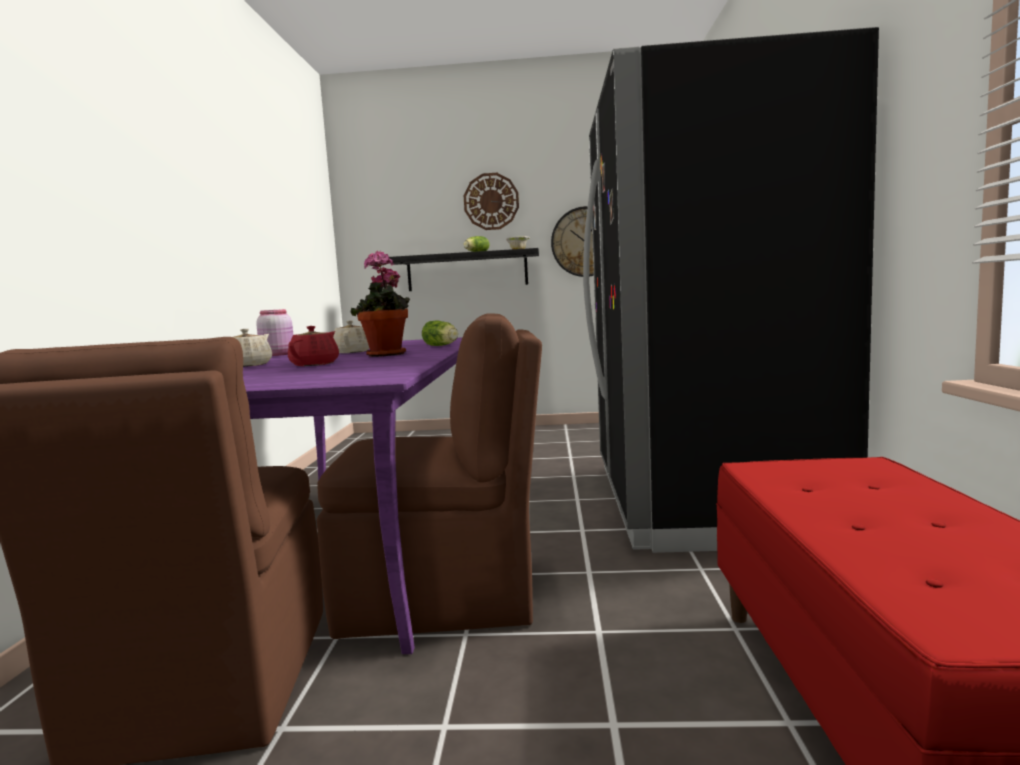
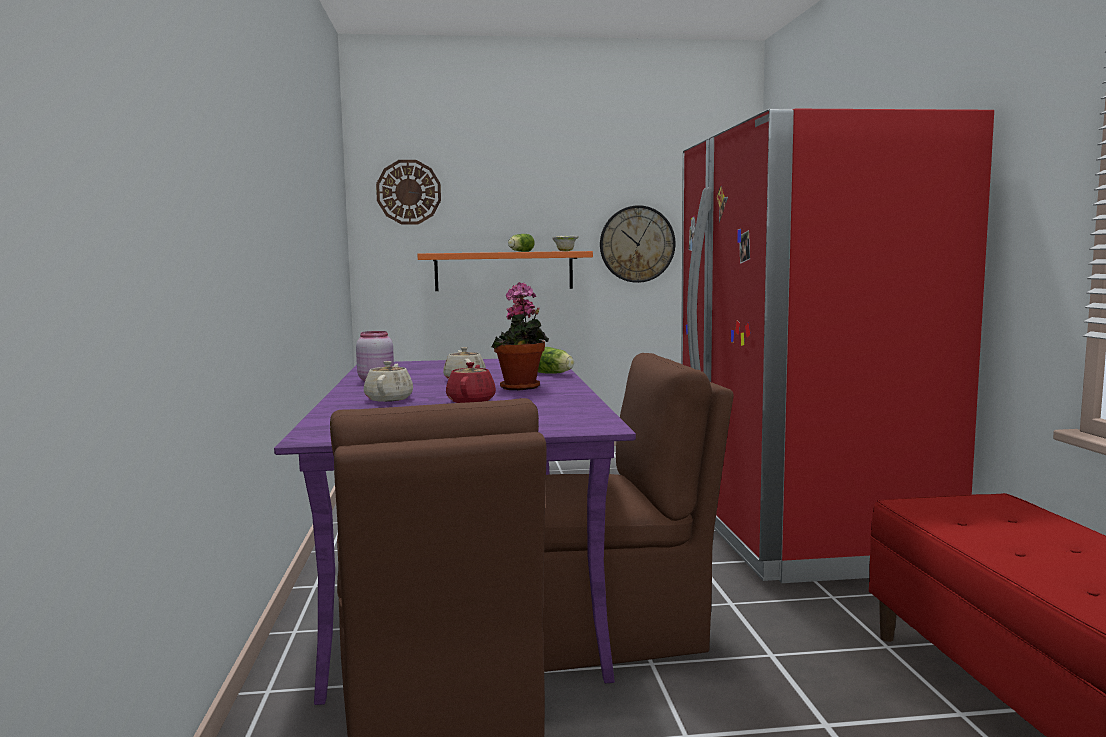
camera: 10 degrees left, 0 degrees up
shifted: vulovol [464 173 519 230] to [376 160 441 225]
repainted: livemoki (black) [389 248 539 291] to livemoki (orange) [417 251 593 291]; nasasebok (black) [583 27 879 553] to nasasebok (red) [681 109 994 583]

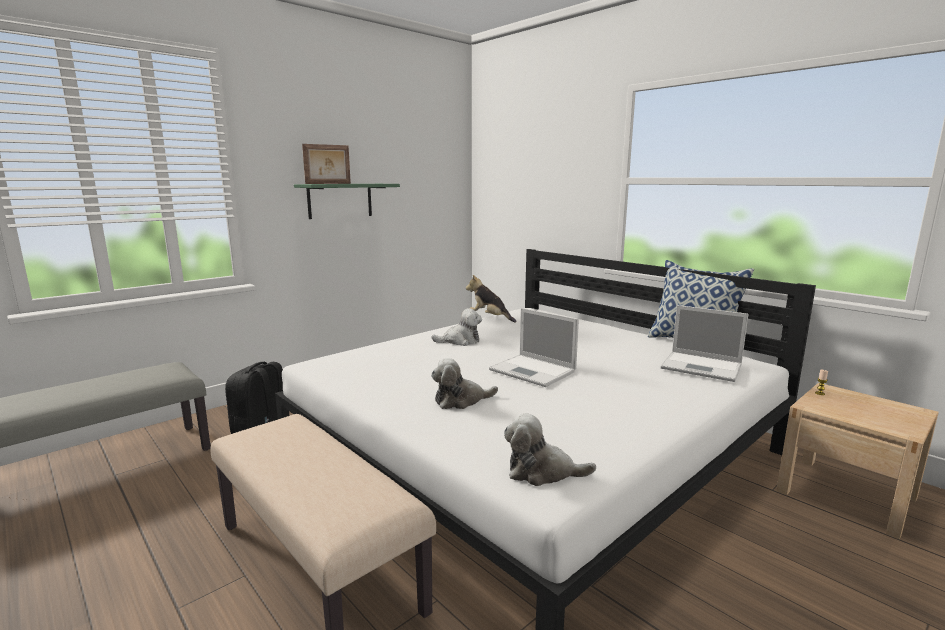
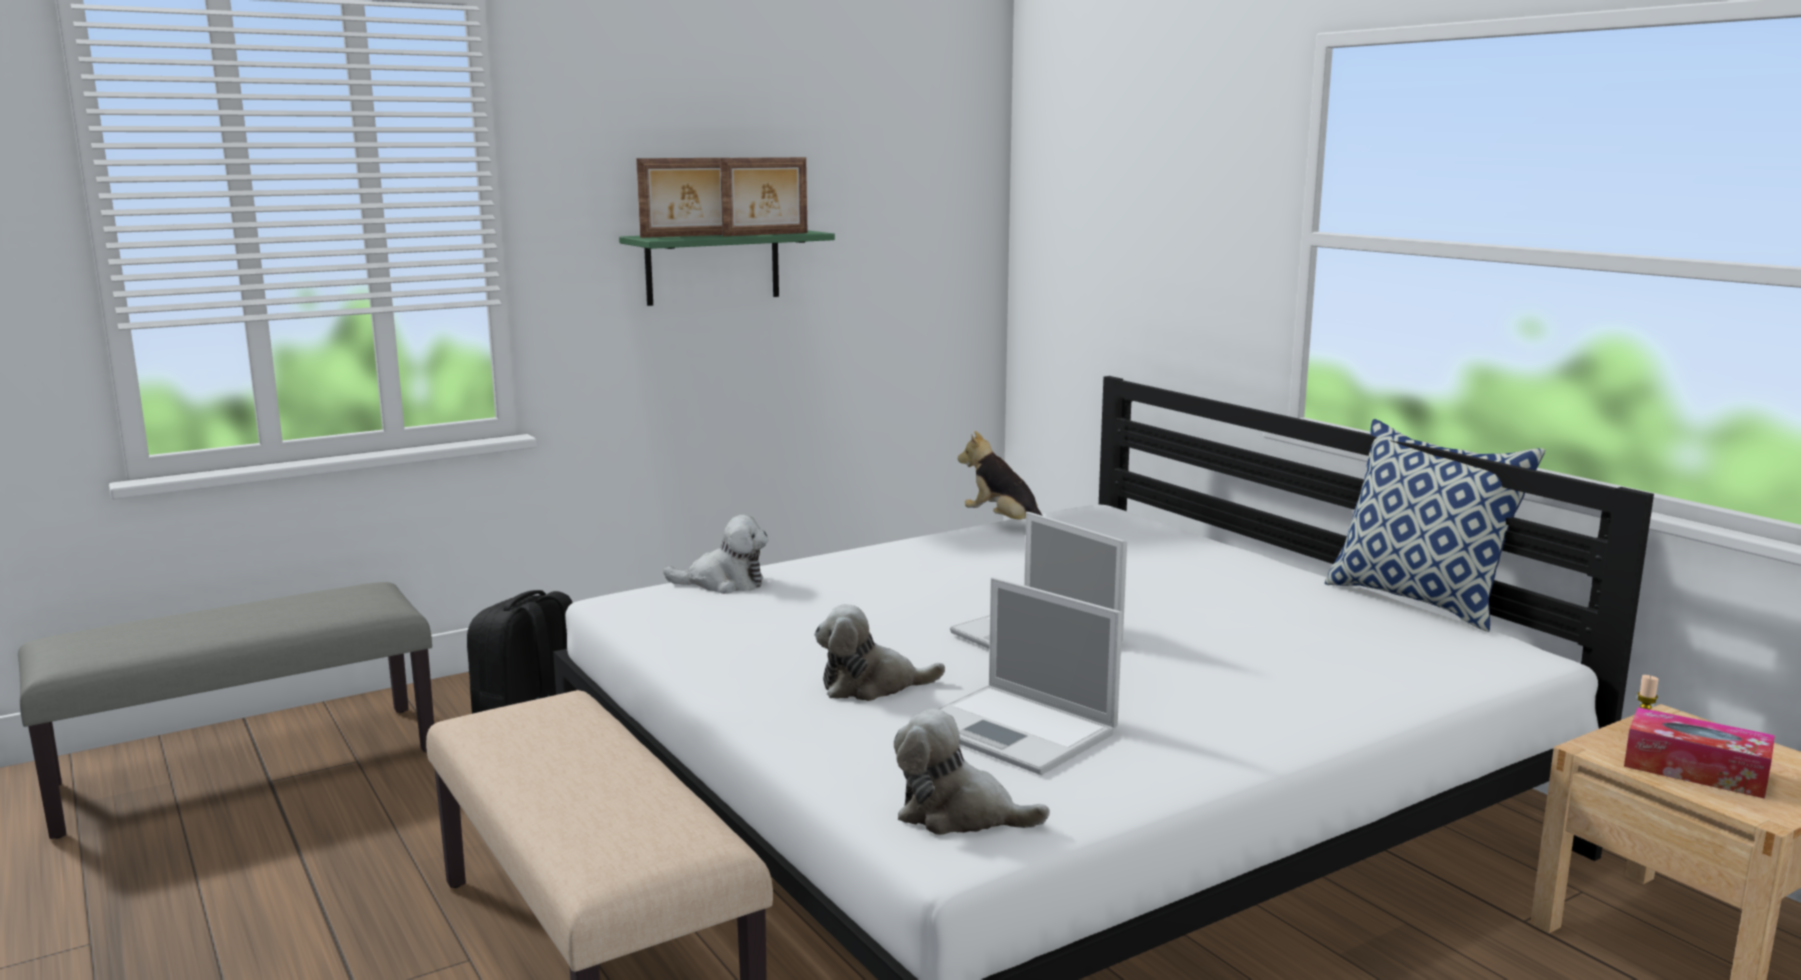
camera: 10 degrees right, 0 degrees up
new: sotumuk [720 157 808 236]; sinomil [1624 707 1775 799]
shifted: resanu [432 308 482 346] to [663 515 768 594]; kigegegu [661 305 749 382] to [938 577 1123 775]

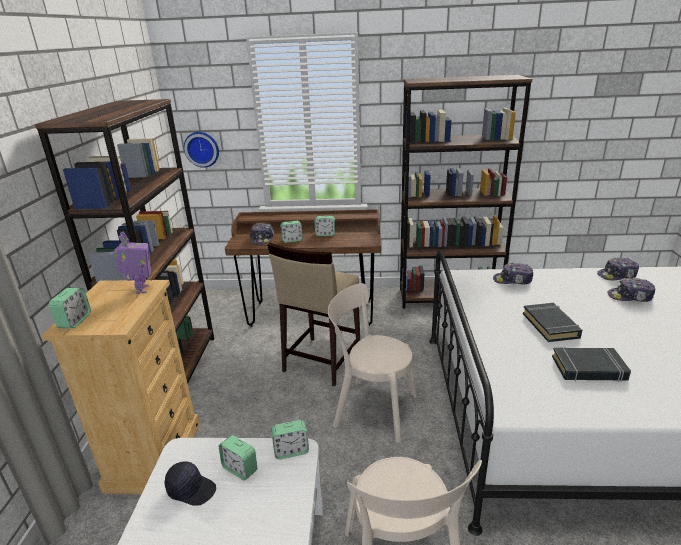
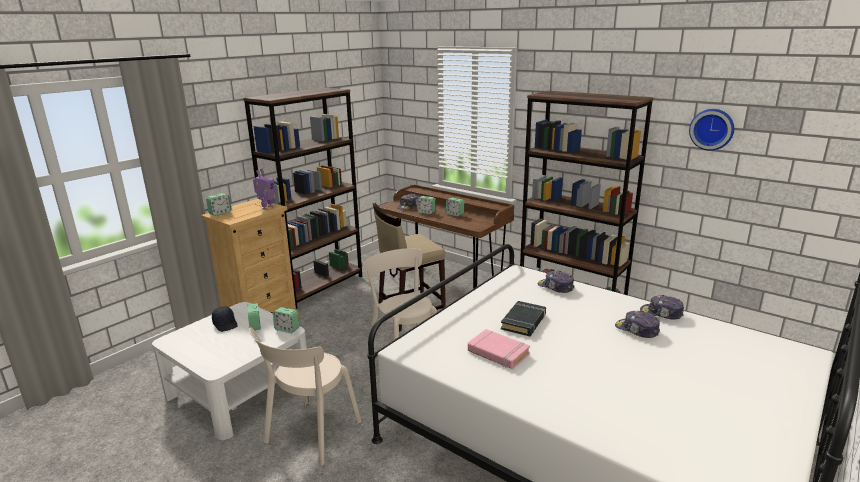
camera: 35 degrees right, 5 degrees down
shifted: vulovol [184 132 219 168] to [689 109 734 151]
repainted: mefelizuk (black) [552 348 631 382] to mefelizuk (pink) [468 329 530 369]

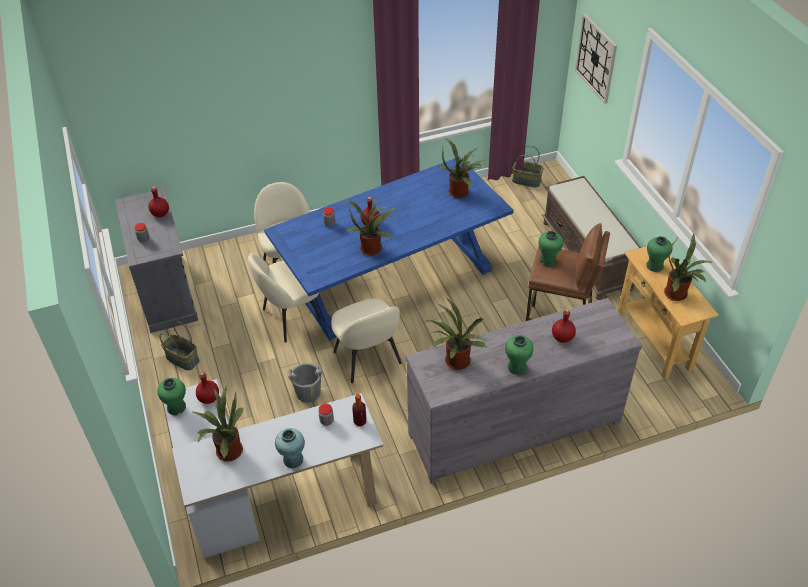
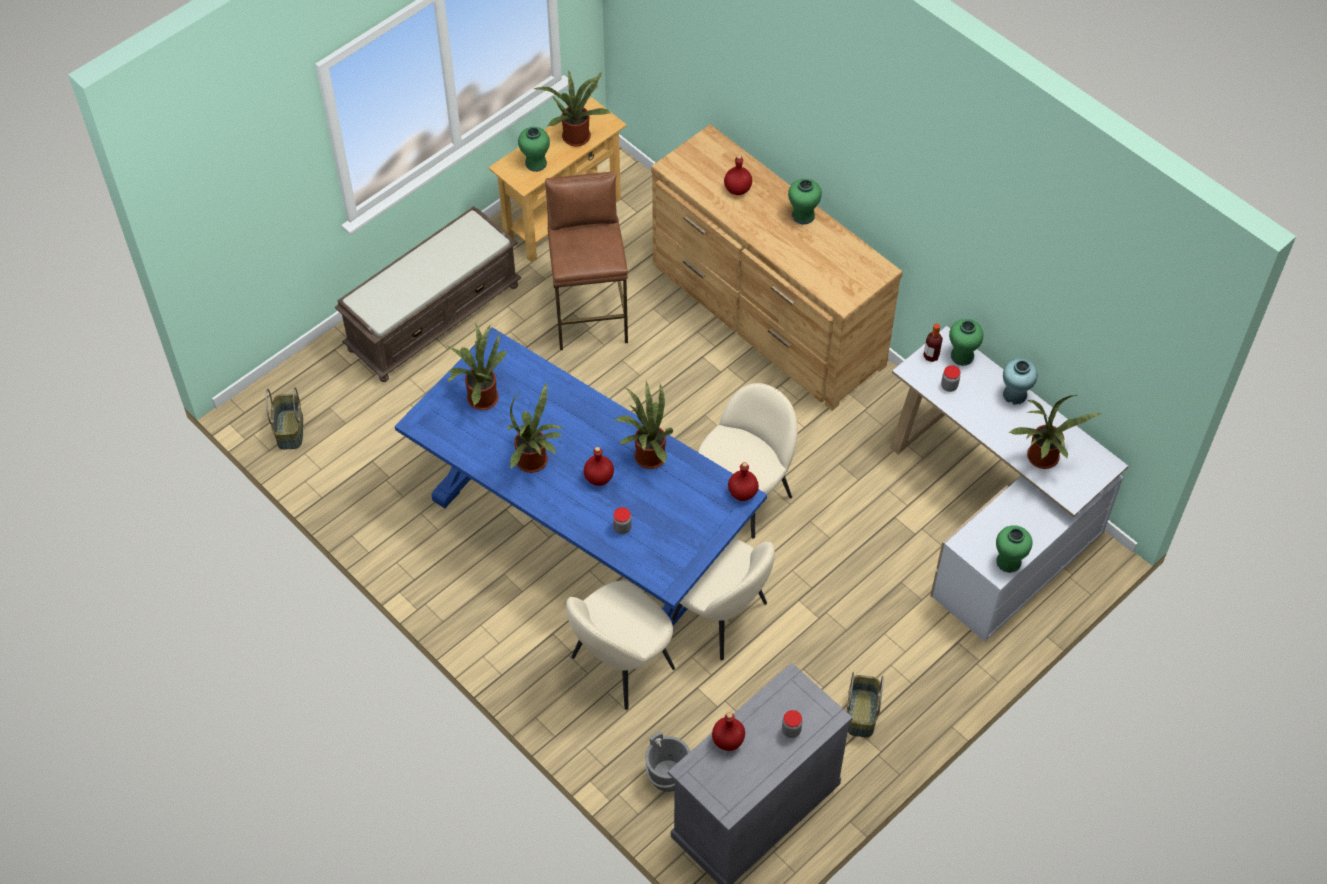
camera: 115 degrees left, 10 degrees up
gone: vulovol [575 14 617 104]
shifted: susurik [426 299 486 370] to [507 383 563 473]; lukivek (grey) [288 363 323 403] to [645 731 690 792]; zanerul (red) [196 372 219 404] to [728 462 759 501]; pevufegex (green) [538 231 563 267] to [949 319 983 366]
repainted: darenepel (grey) [406 298 642 484] to darenepel (brown) [651 124 903 411]

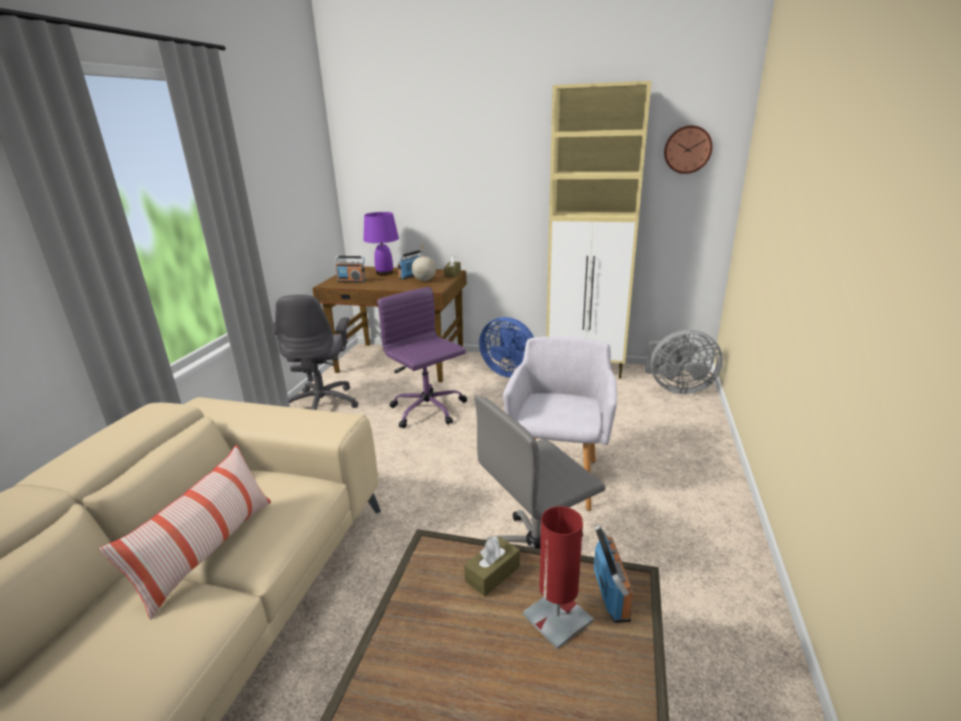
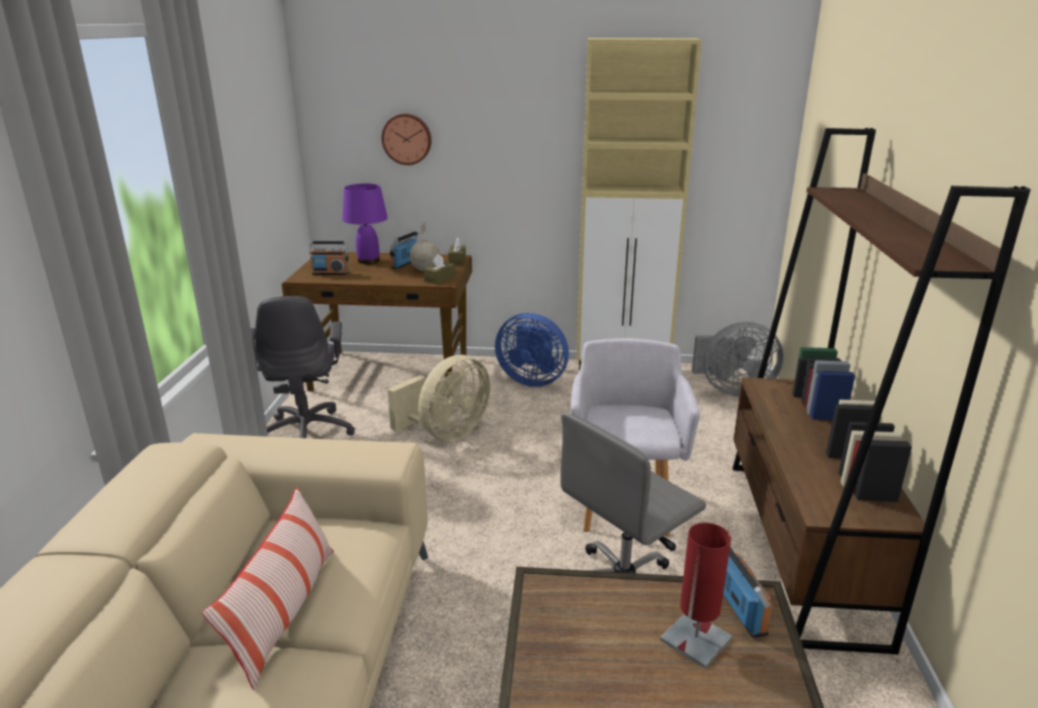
camera: 10 degrees left, 0 degrees up
new: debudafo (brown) [733 128 1031 654]
shifted: vulovol [664 125 713 174] to [382 114 432 165]; sinomil (brown) [464 536 520 597] to [424 254 456 284]
swapped: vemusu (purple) [377 287 467 428] to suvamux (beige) [387 355 490 440]

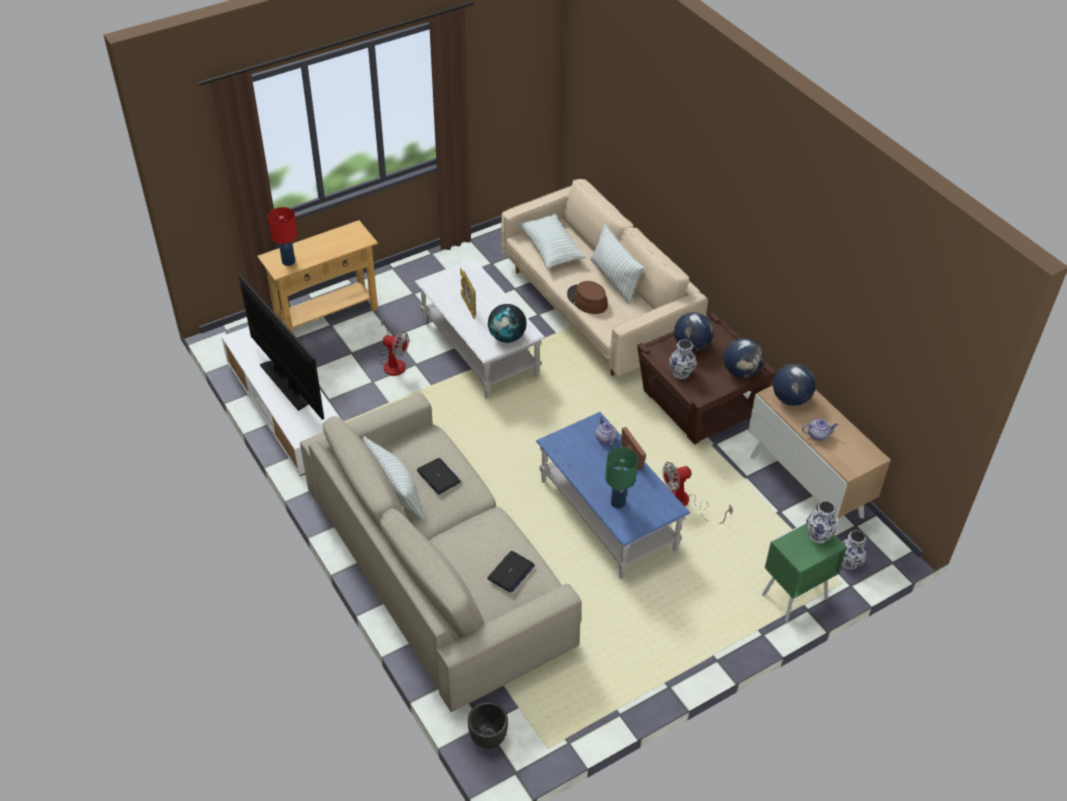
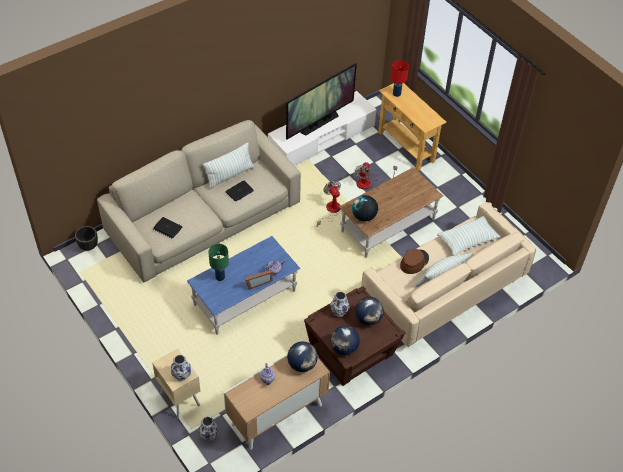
camera: 85 degrees right, 5 degrees up
gone: sotumuk [460 268 476 319]
shifted: suvamux [663 462 733 524] to [317 181 341 226]
repainted: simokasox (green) [762 523 847 622] to simokasox (beige) [152 349 200 419]; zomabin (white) [415 259 545 399] to zomabin (brown) [339 167 443 258]

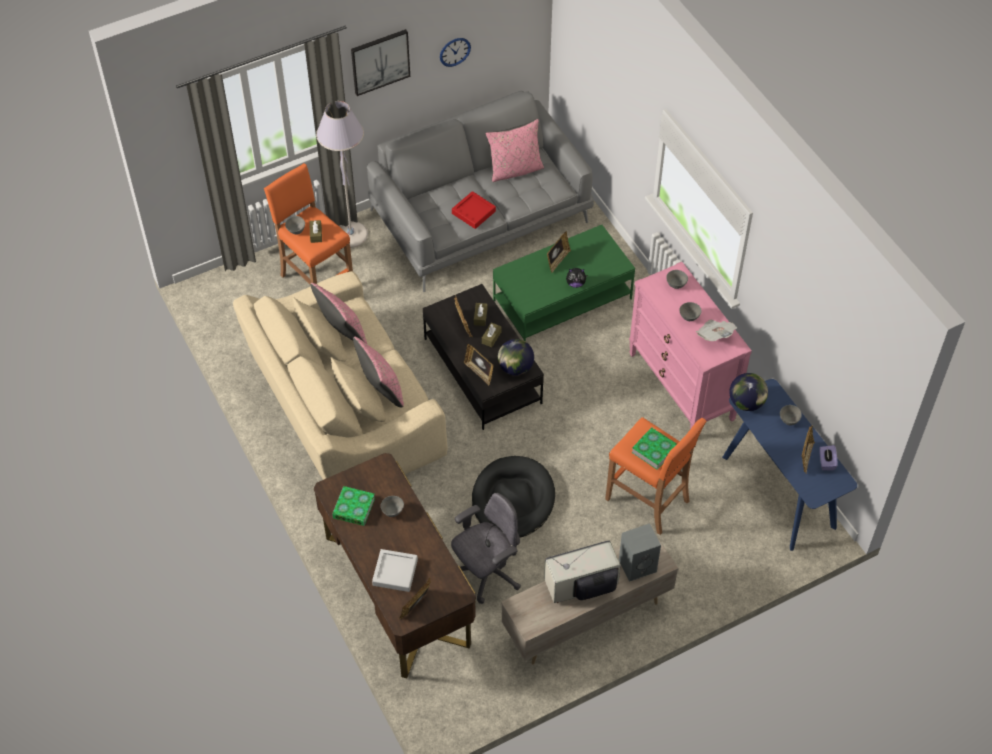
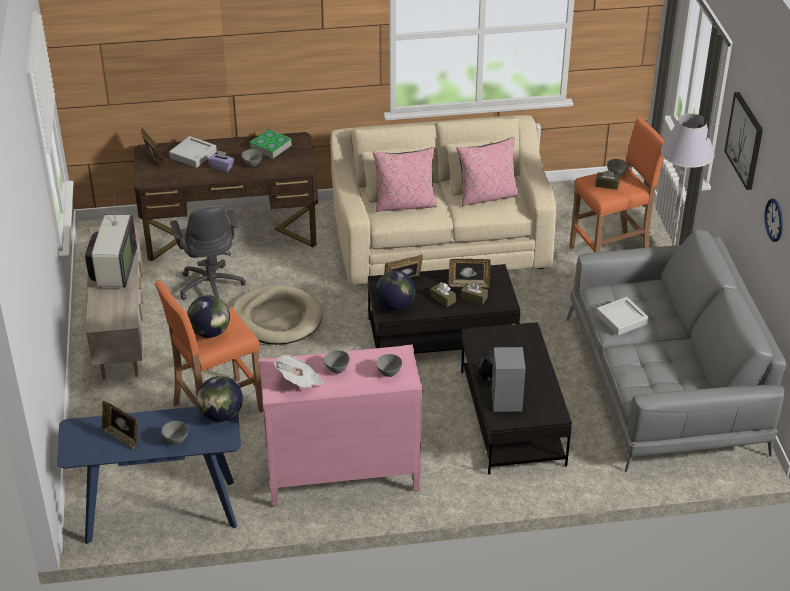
camera: 110 degrees right, 15 degrees down
gone: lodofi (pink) [485 119 544 182]; sotumuk [547 231 571 273]
shifted: sinomil (purple) [820 445 837 471] to [208 150 234 172]; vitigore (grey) [619 523 661 582] to [491 347 526 412]
swapped: mefelizuk [631 427 677 470] to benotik [187 295 230 338]
repainted: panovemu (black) [472 456 555 538] to panovemu (beige) [232 285 323 345]; zomabin (green) [493 225 635 342] to zomabin (black) [461 322 572 475]; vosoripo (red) [452 191 496 229] to vosoripo (grey) [596 297 649 335]

